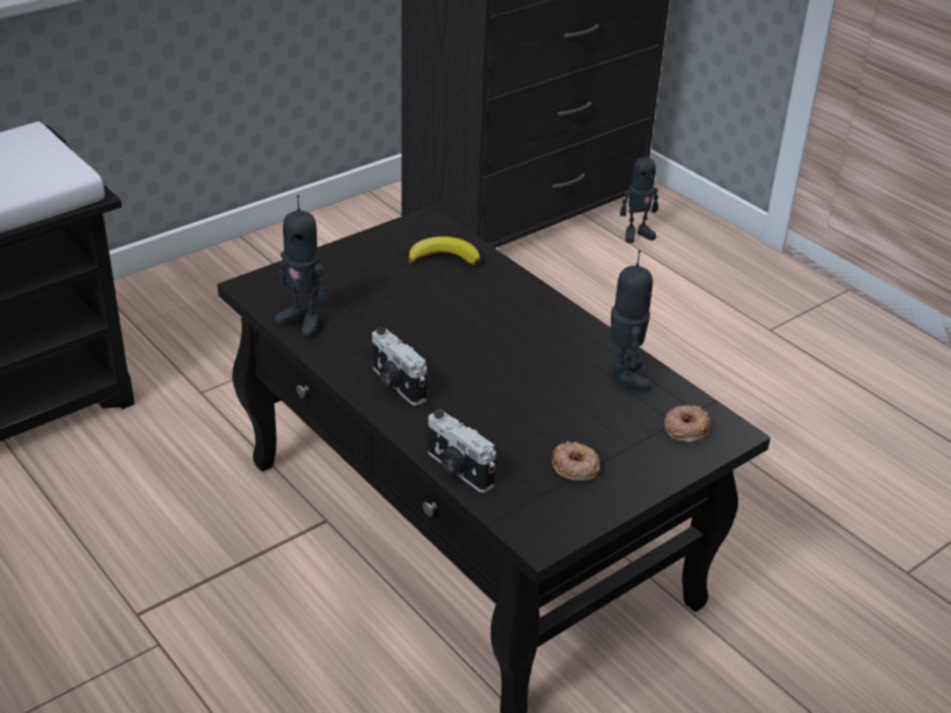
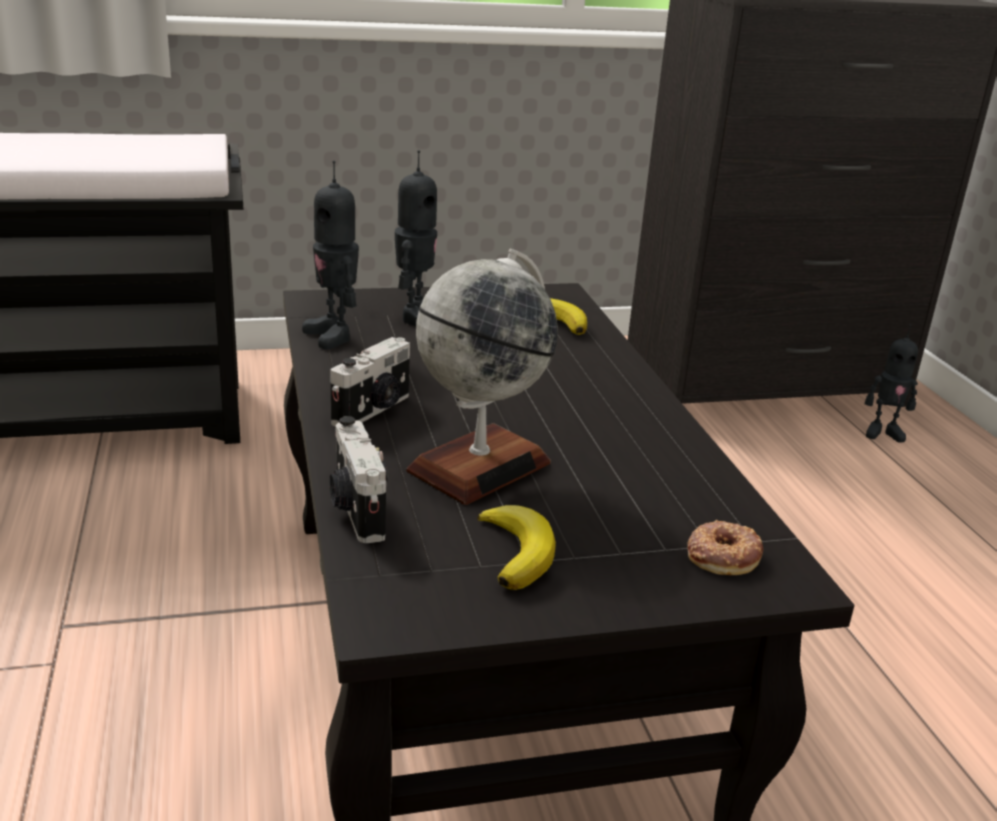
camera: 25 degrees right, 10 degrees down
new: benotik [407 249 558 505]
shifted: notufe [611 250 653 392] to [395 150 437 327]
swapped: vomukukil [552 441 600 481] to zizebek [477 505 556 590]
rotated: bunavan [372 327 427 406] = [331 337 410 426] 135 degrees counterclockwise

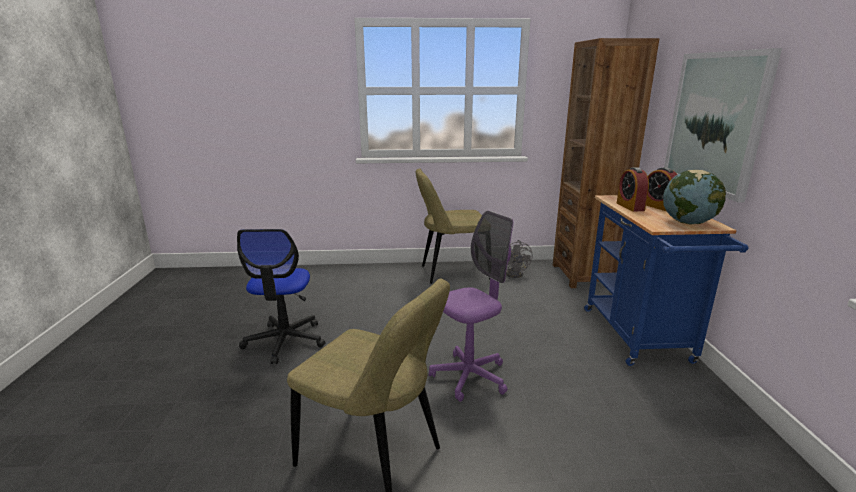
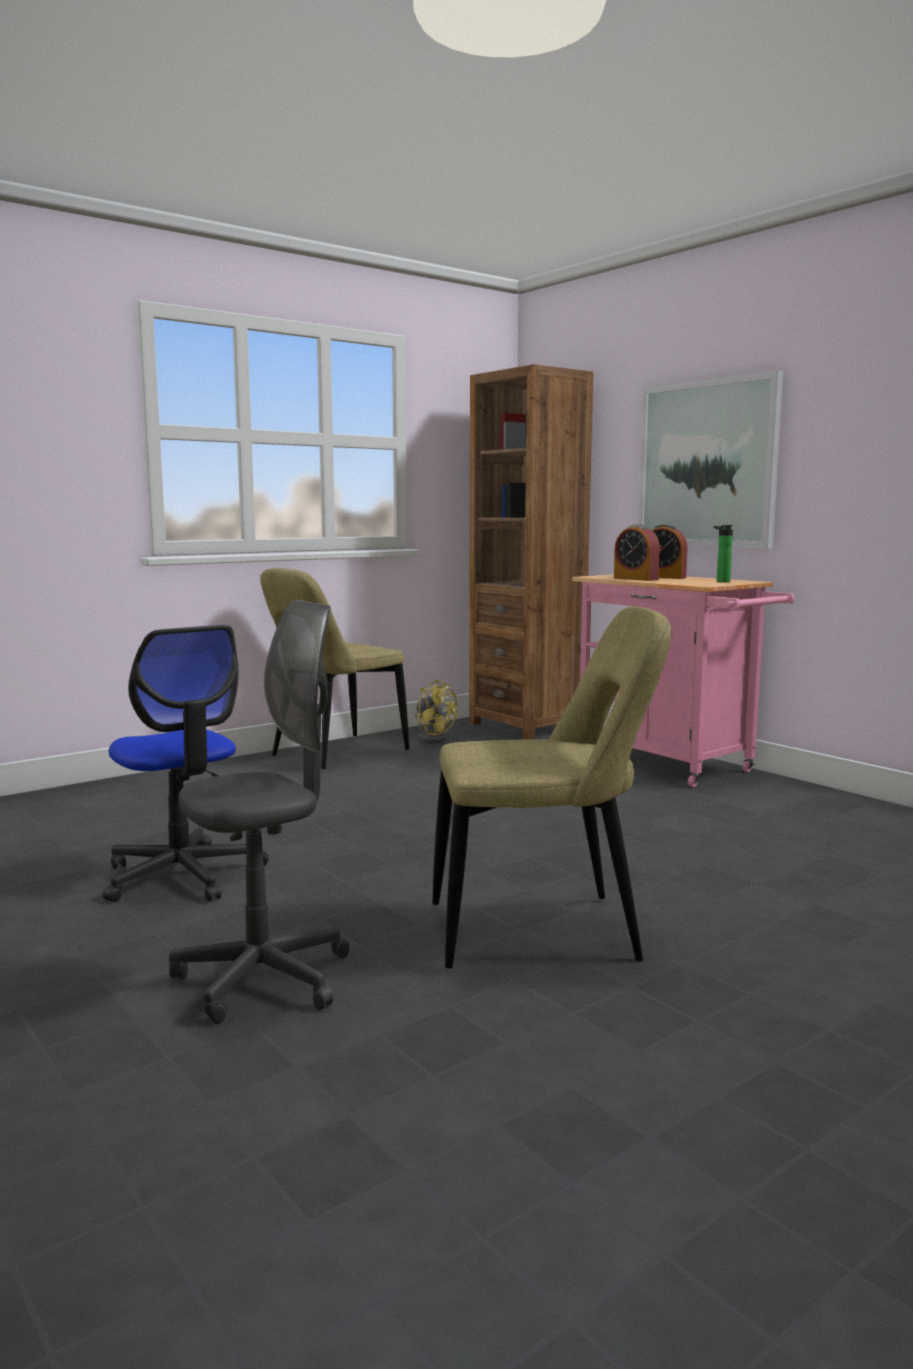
camera: 35 degrees left, 10 degrees down
gone: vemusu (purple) [429 211 513 402]
new: vemusu (grey) [169 600 350 1024]
swapped: benotik [663 170 726 224] to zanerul [714 525 733 582]
repainted: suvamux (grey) [506 240 533 278] to suvamux (yellow) [415 679 457 744]; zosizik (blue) [584 195 748 366] to zosizik (pink) [572 574 795 787]

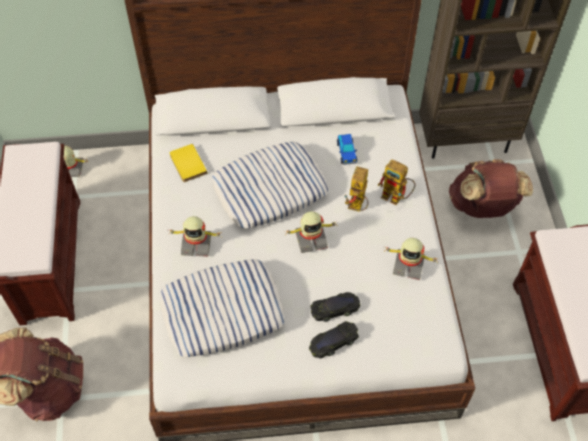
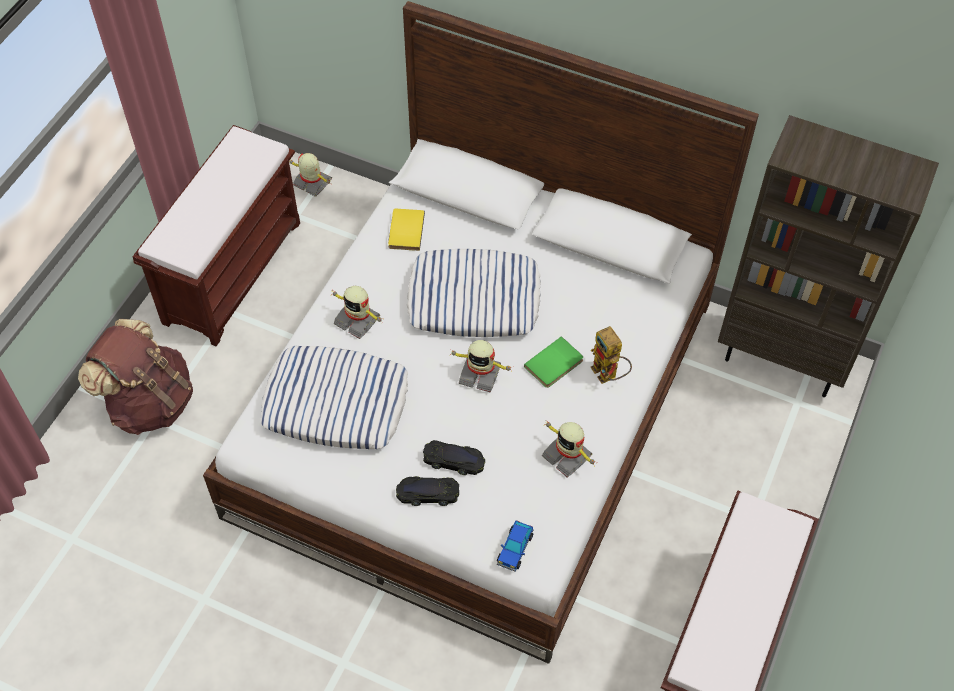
camera: 30 degrees right, 0 degrees up
gone: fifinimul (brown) [449 159 533 218]
shifted: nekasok [337 134 357 165] to [497 520 534 572]
swapped: notufe [344 166 368 212] to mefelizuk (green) [524 336 583 388]

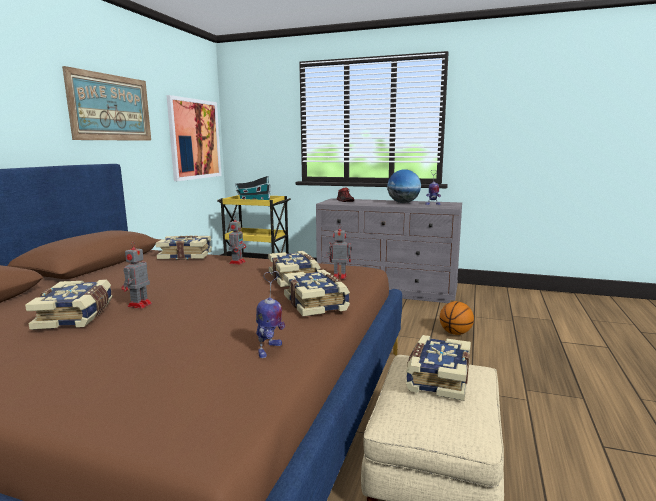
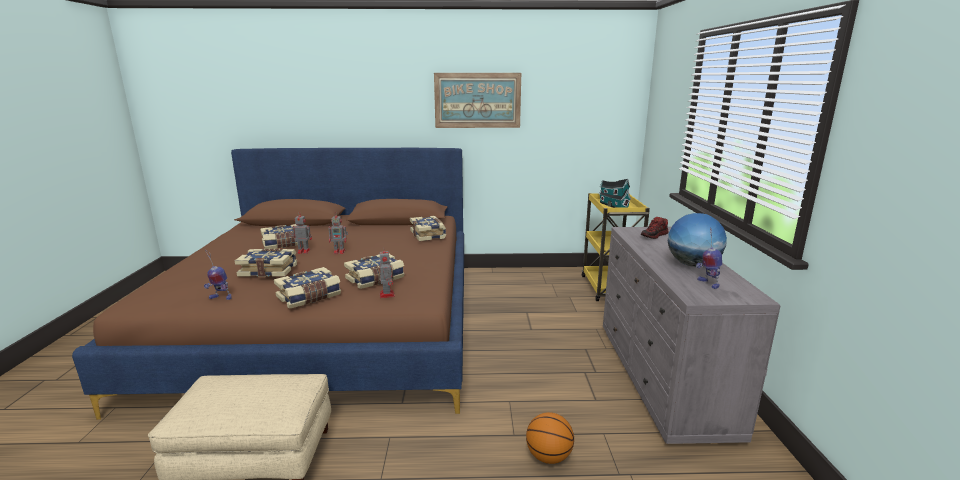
camera: 70 degrees right, 5 degrees up
gone: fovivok [166 95 221 181]
shifted: mefelizuk [406 335 471 401] to [235 249 297 277]; notufe [229 216 246 265] to [328 213 348 254]

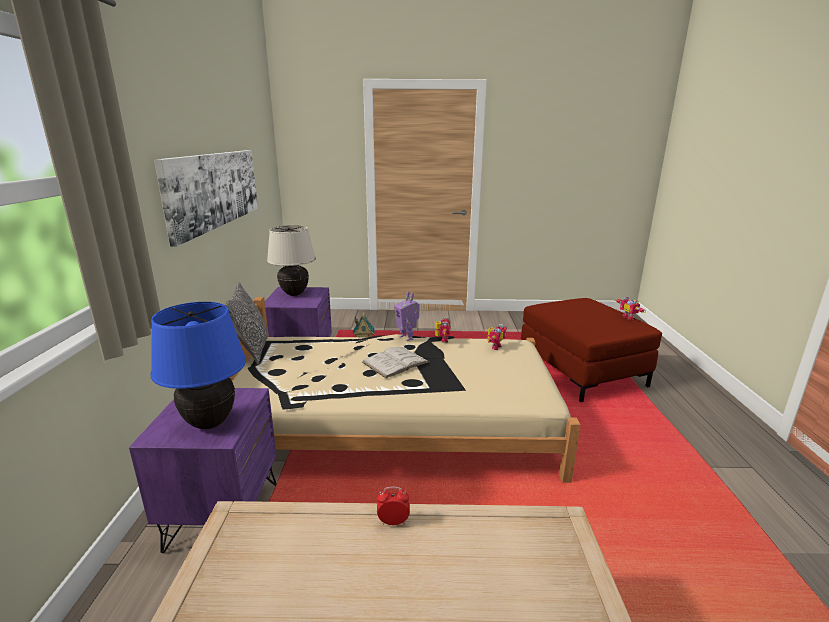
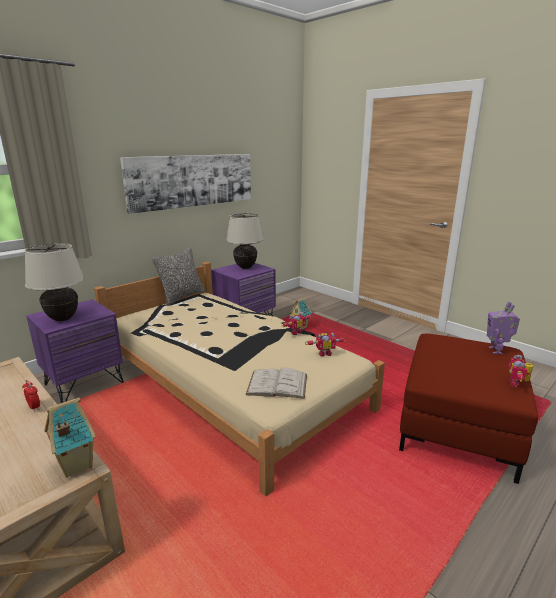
camera: 45 degrees right, 0 degrees up
new: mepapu [44 397 96 478]
shifted: mefelizuk (white) [362 347 429 378] to [246 368 307 399]; notufe [394 291 420 341] to [487 302 520 354]
repainted: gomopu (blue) [151 302 246 429] to gomopu (beige) [24 243 84 321]

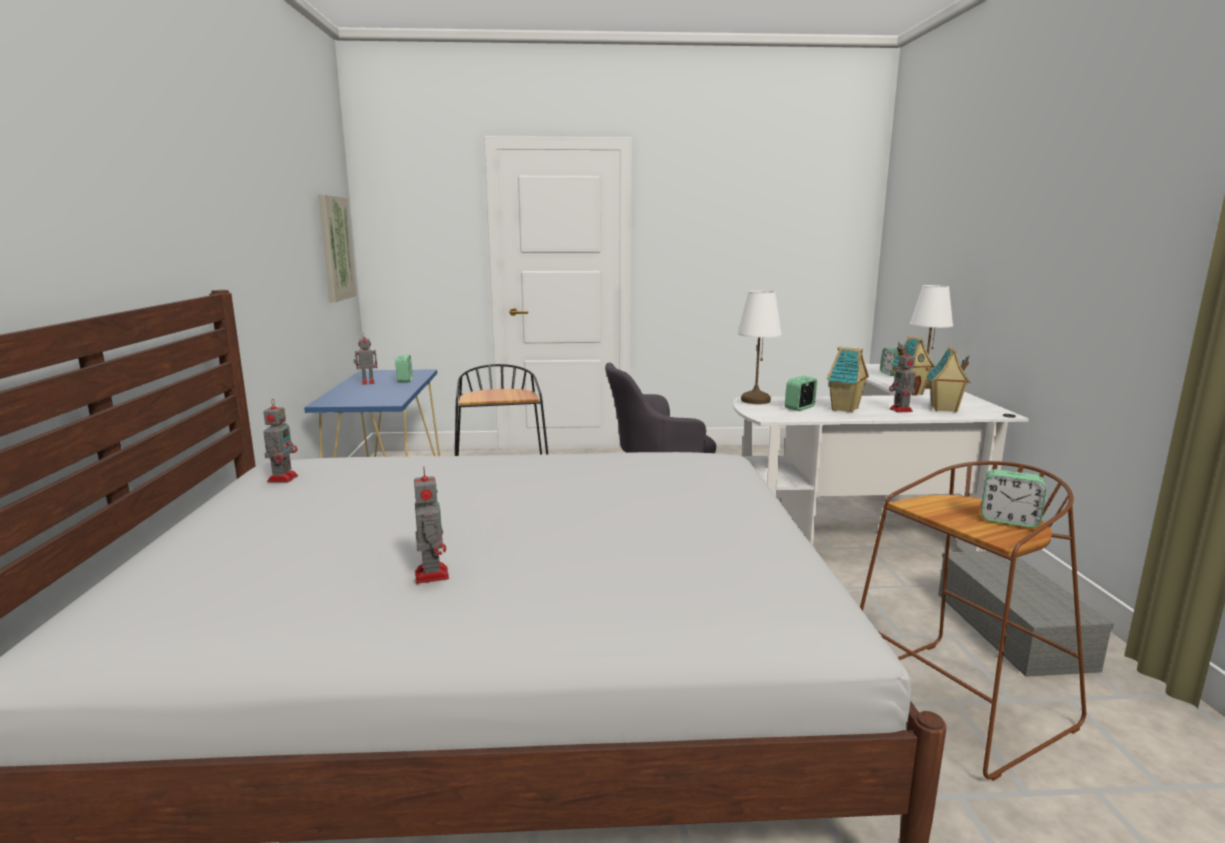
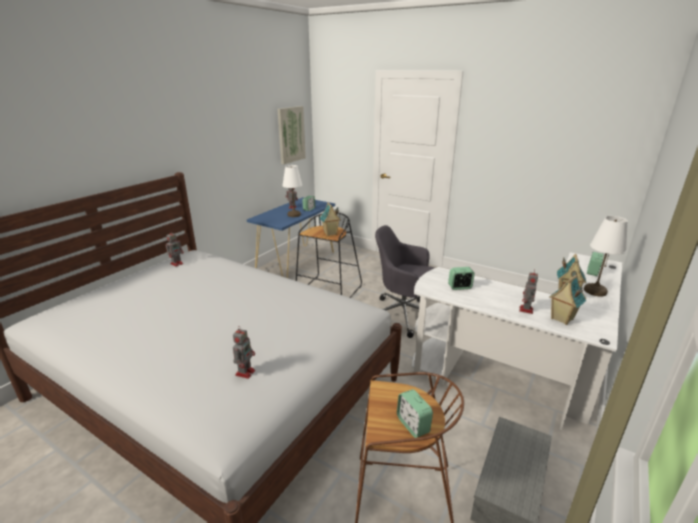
camera: 35 degrees right, 10 degrees up
shifted: notufe [414 466 449 584] to [233 326 255 379]; gomopu (white) [737 290 782 404] to [282 165 302 217]; mepapu [827 346 869 413] to [320 202 340 236]

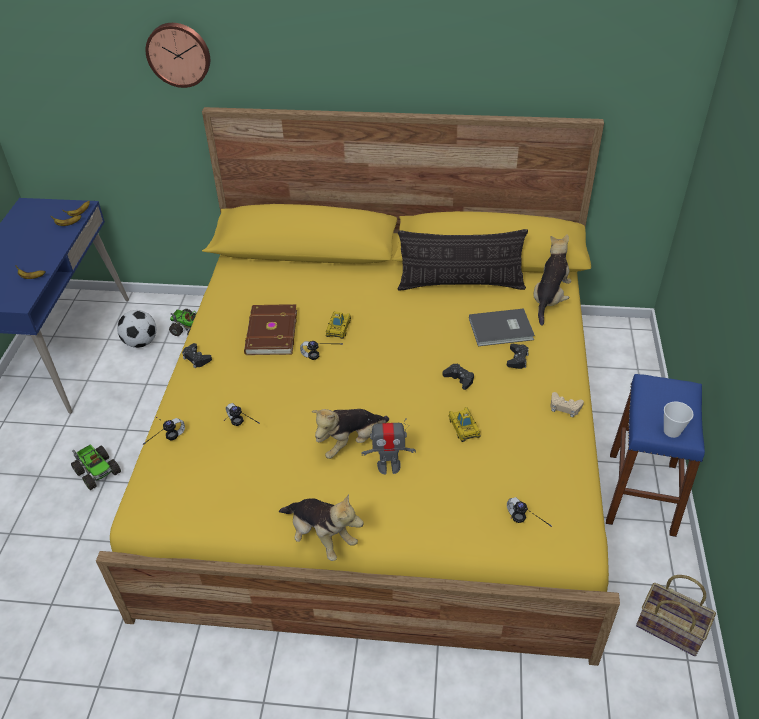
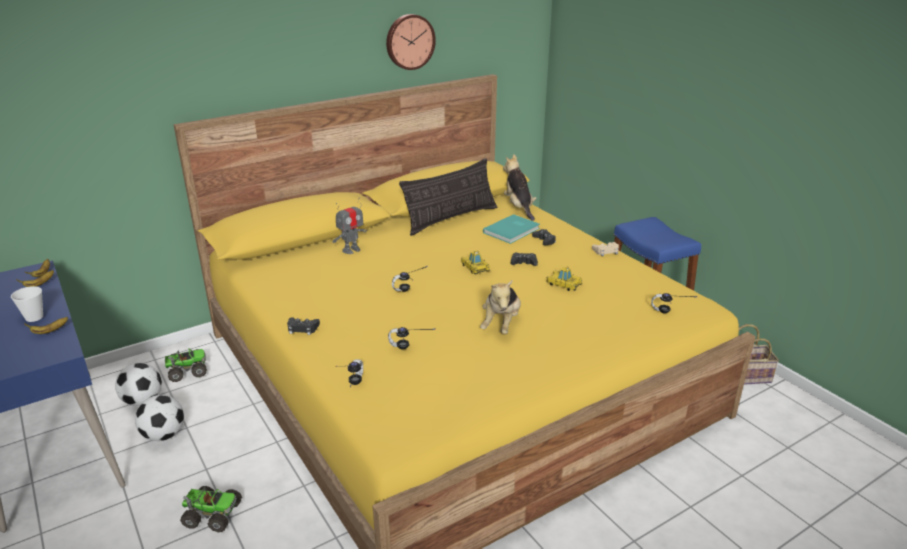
camera: 40 degrees left, 15 degrees down
gone: mefelizuk (brown) [244 304 297 355]; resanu [279 494 364 561]
new: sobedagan [135 395 184 441]
shifted: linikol [664 401 694 438] to [11 286 43 322]; notufe [362 418 416 475] to [332 197 367 254]; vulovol [146 23 210 88] to [386 14 436 70]; nekasok [326 312 351 339] to [461 251 490 274]
repainted: mefelizuk (grey) [469 308 535 346] to mefelizuk (turquoise) [483 214 540 244]

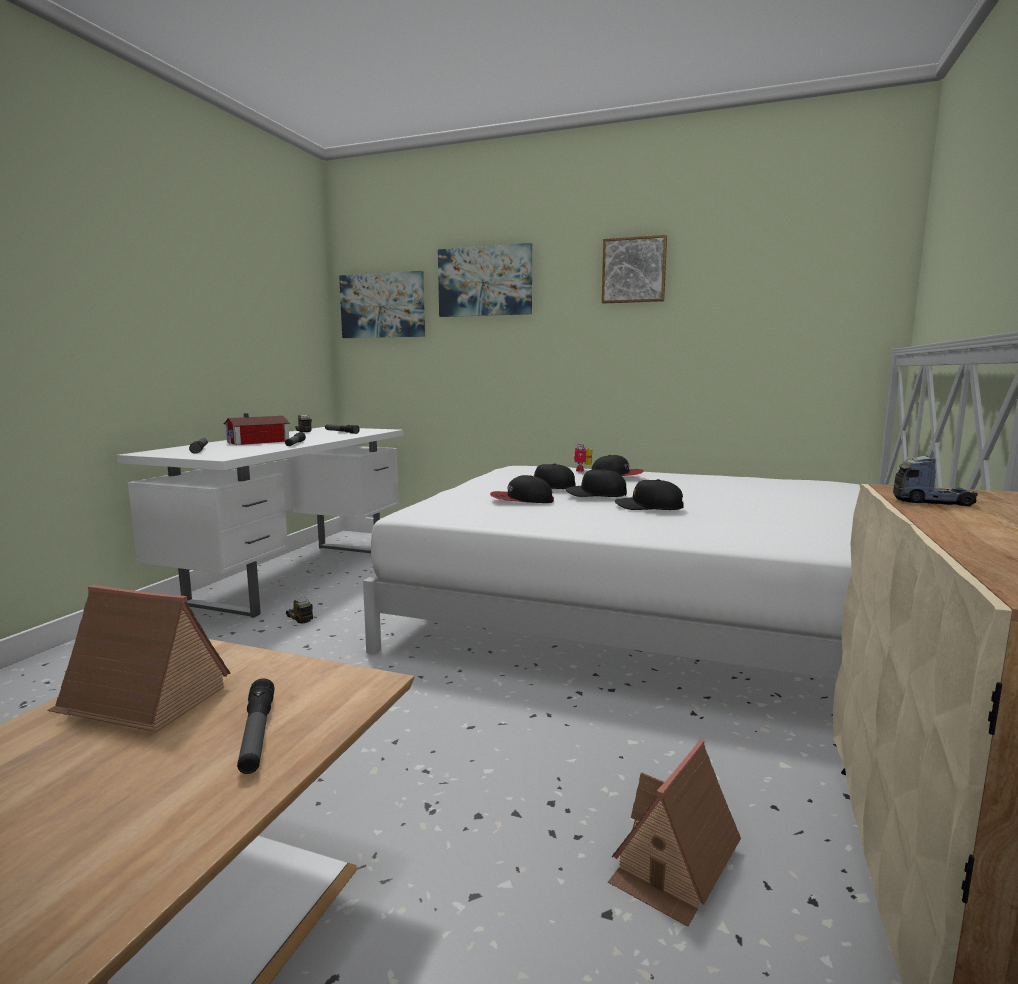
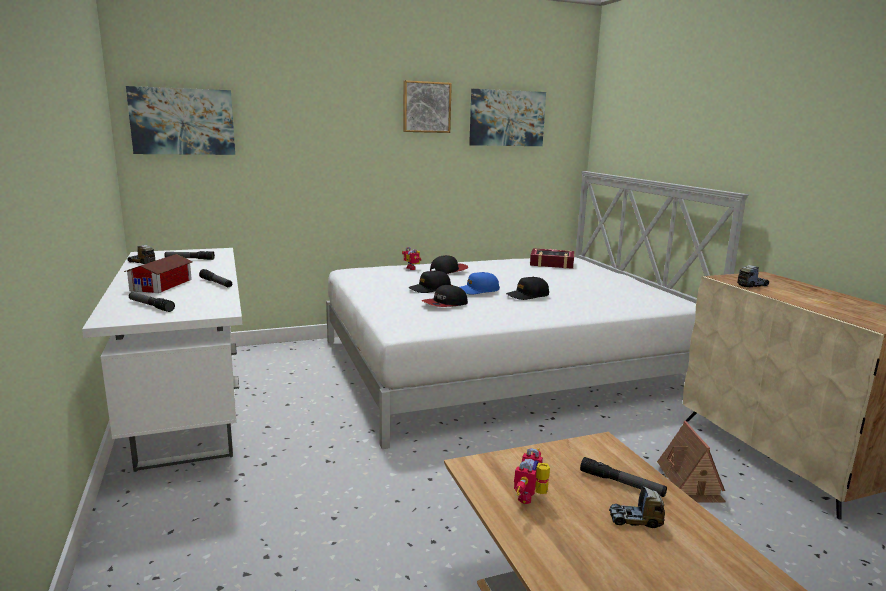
camera: 40 degrees left, 5 degrees up
new: mefelizuk [530 248 574 269]
shifted: fovivok [438 243 532 317] to [469 89 546 146]; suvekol [286 597 313 624] to [609 486 665 528]
swapped: mepapu [47 585 230 733] to notufe [514 448 550 504]
repainted: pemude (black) [566 469 627 497] to pemude (blue) [460 272 500 294]

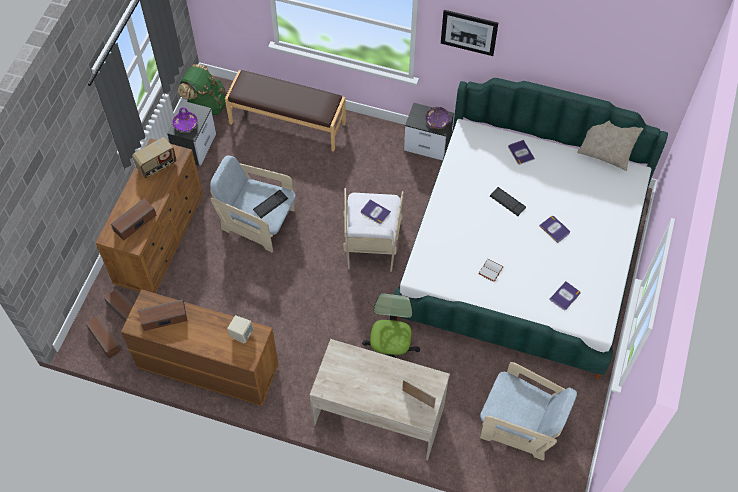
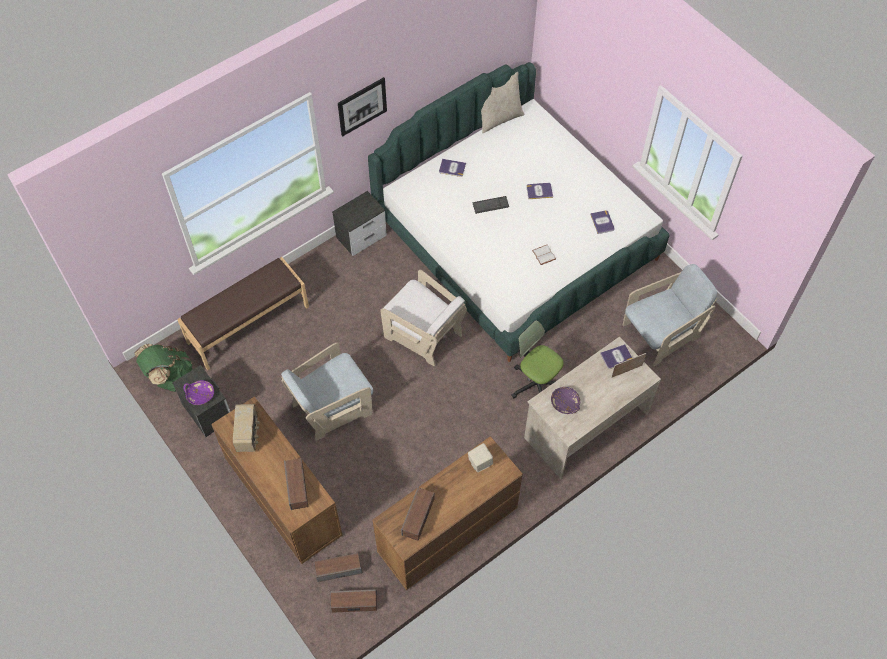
camera: 55 degrees left, 0 degrees up
gone: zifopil [253 190 288 218]
shifted: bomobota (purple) [425 106 450 129] to [551 387 580 414]; mefelizuk [361 199 391 224] to [600 344 632 369]

